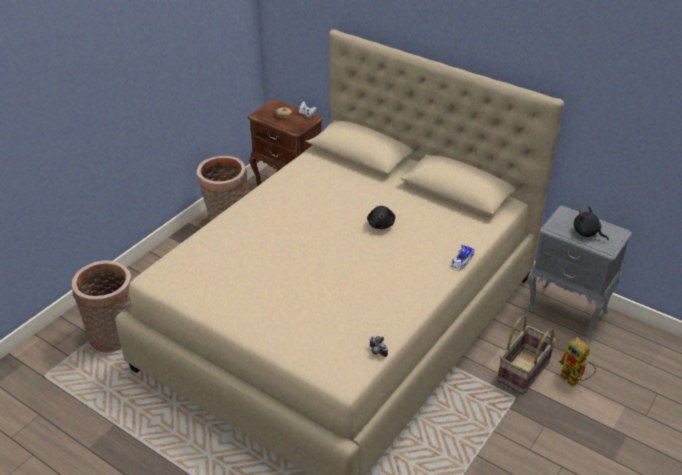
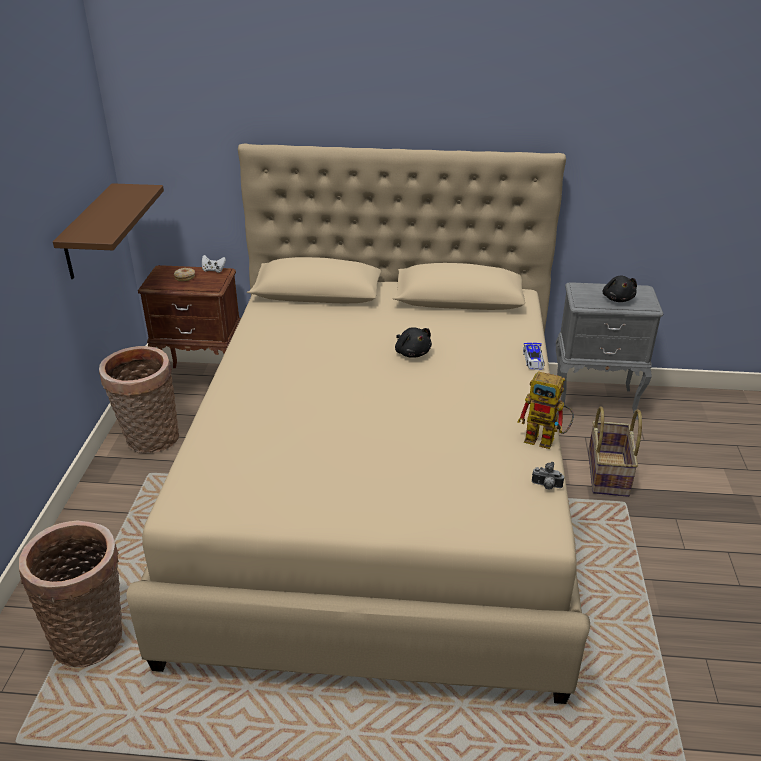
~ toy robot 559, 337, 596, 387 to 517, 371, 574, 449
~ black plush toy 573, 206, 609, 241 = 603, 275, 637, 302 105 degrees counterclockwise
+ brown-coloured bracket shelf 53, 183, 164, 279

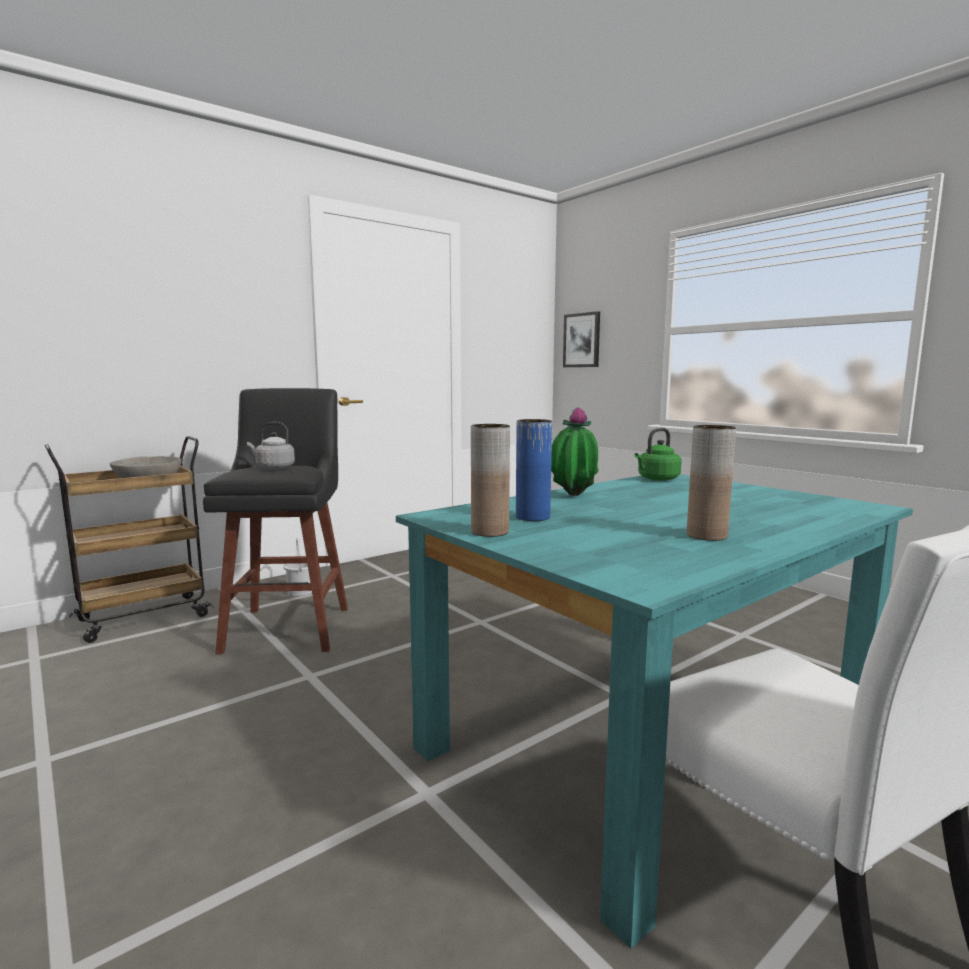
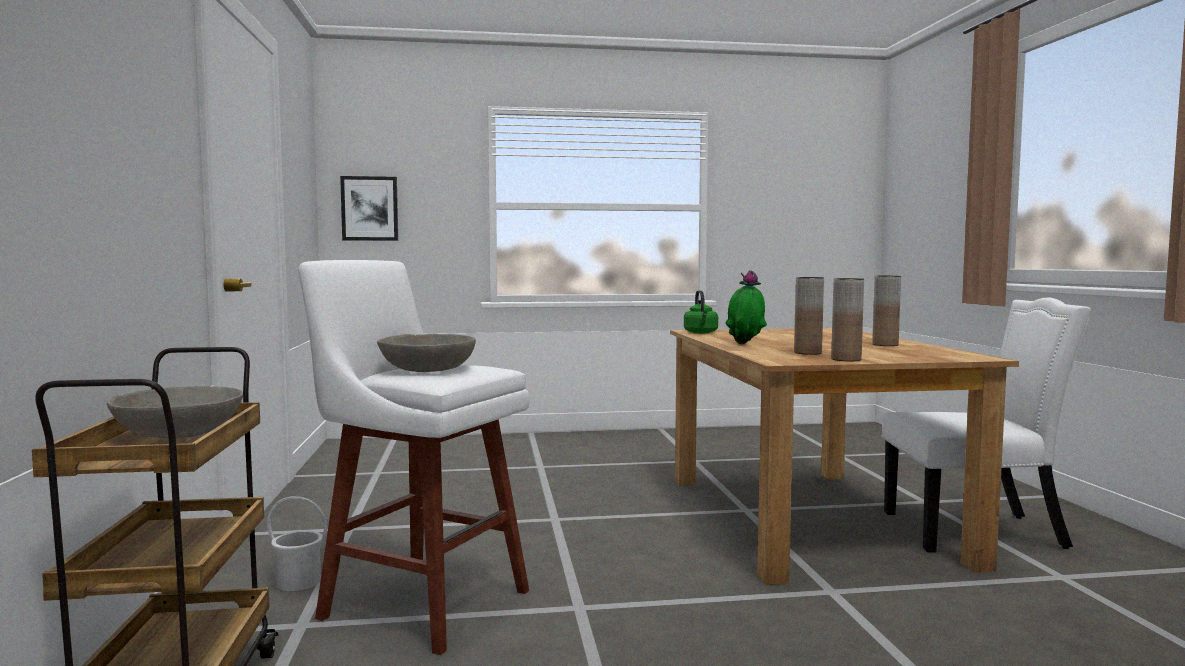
~ black sitting stool 203, 388, 348, 654 to white-coloured sitting stool 298, 260, 529, 655
~ greyish tea kettle 247, 422, 295, 470 to greyish deep dish 377, 334, 476, 372
~ turquoise-coloured dining table 396, 474, 913, 949 to brown-coloured dining table 670, 328, 1019, 585
~ blue vase 516, 419, 552, 521 to brown-coloured vase 794, 277, 824, 355

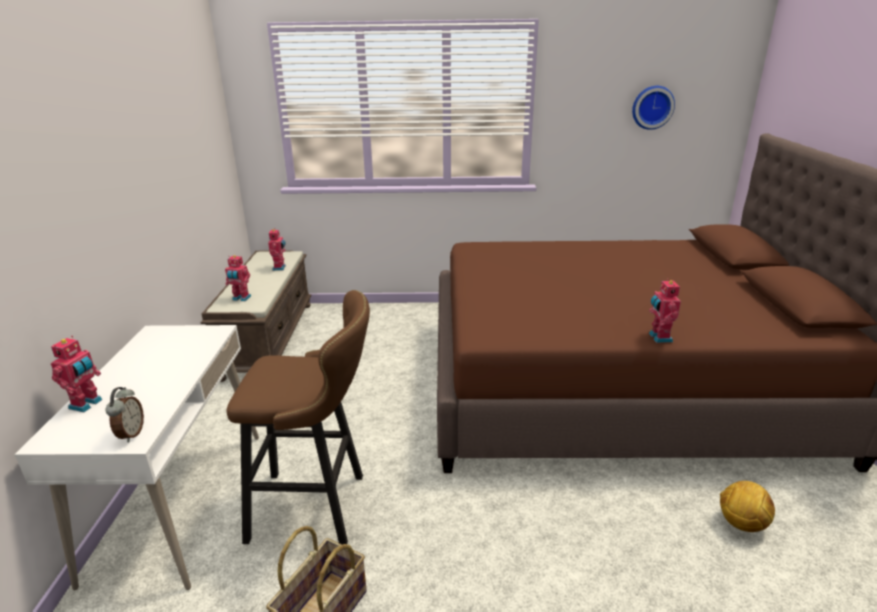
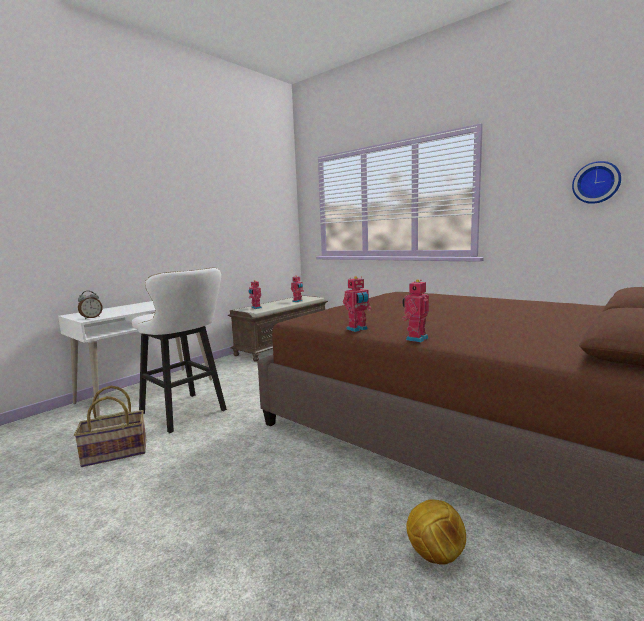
~ toy robot 51, 336, 102, 412 to 343, 276, 371, 332
~ brown-coloured sitting stool 226, 290, 370, 545 to white-coloured sitting stool 132, 268, 227, 433

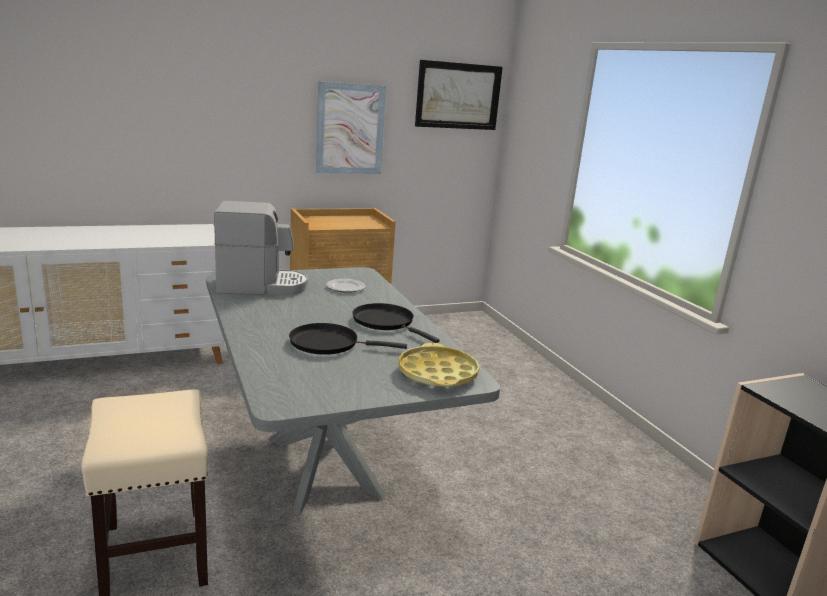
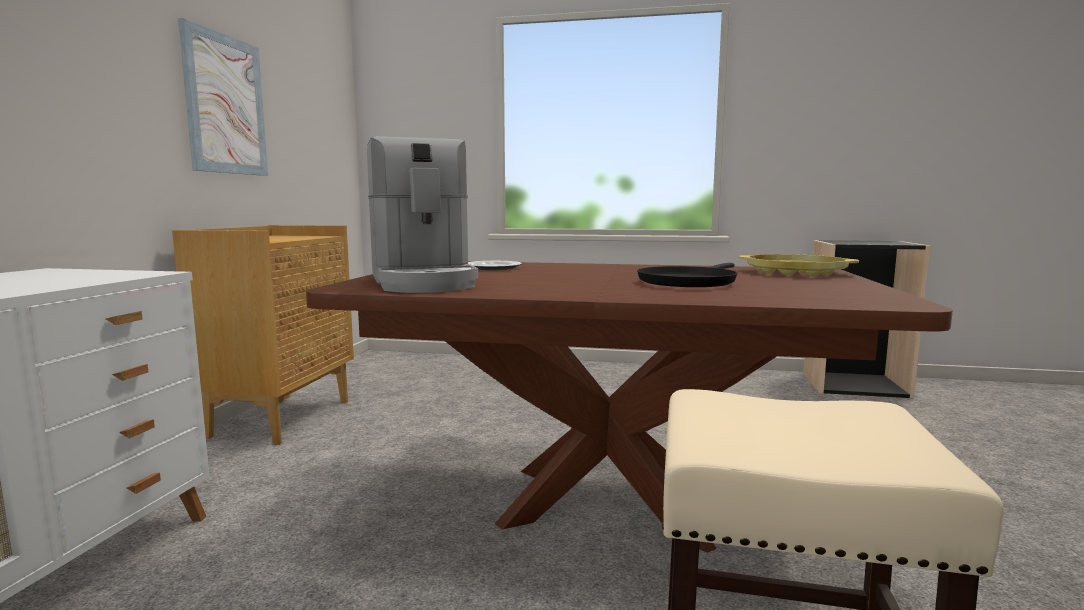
~ greyish dining table 206, 267, 500, 516 to brown-coloured dining table 306, 261, 953, 553
~ coffee maker 214, 200, 308, 296 = 367, 136, 478, 293 135 degrees clockwise
- black skillet 352, 303, 440, 343
- wall art 415, 60, 503, 130

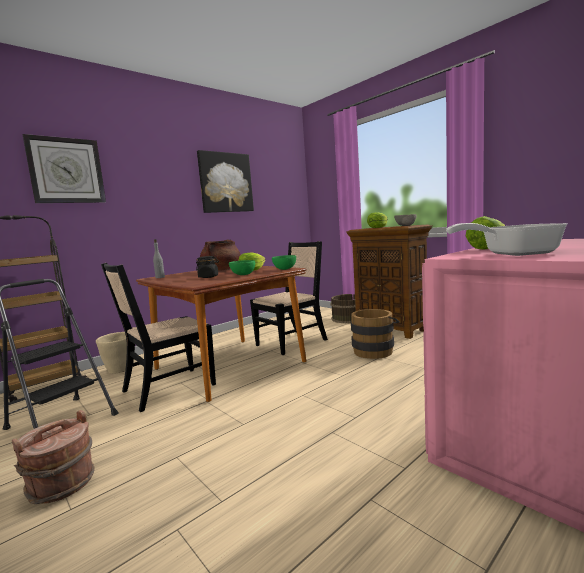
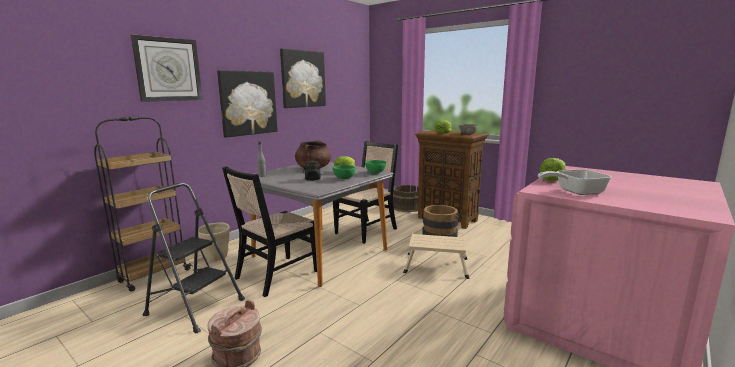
~ brown-coloured dining table 136, 266, 307, 402 to greyish dining table 251, 162, 394, 287
+ wall art 217, 70, 278, 138
+ beige step ladder 403, 234, 470, 279

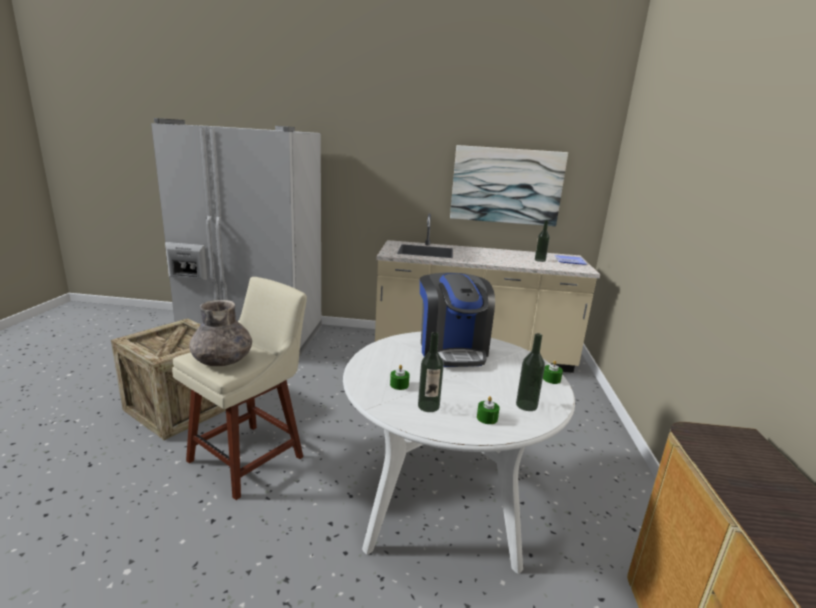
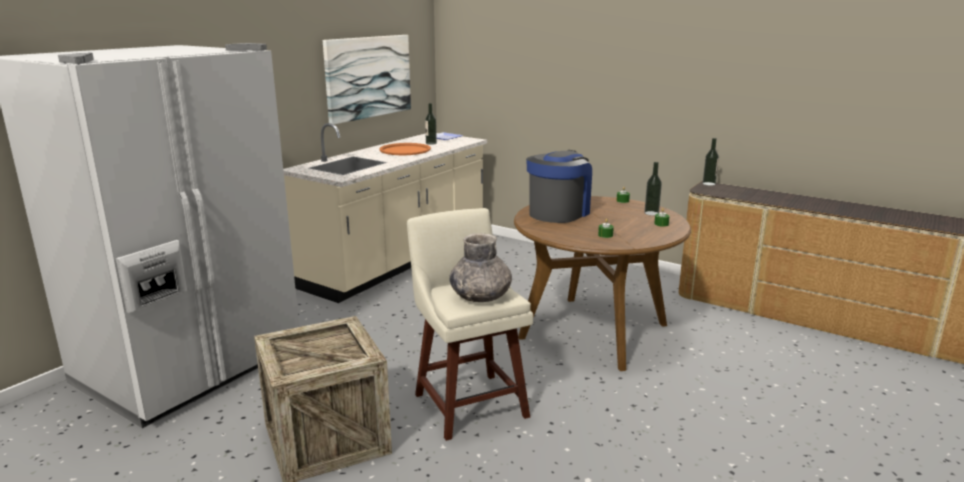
~ white-coloured dining table 343, 332, 575, 574 to brown-coloured dining table 514, 196, 691, 371
~ drink bottle 418, 332, 444, 412 to 703, 138, 719, 186
~ coffee maker 420, 273, 495, 367 = 526, 150, 592, 223 75 degrees counterclockwise
+ orange carrying tray 379, 143, 431, 155

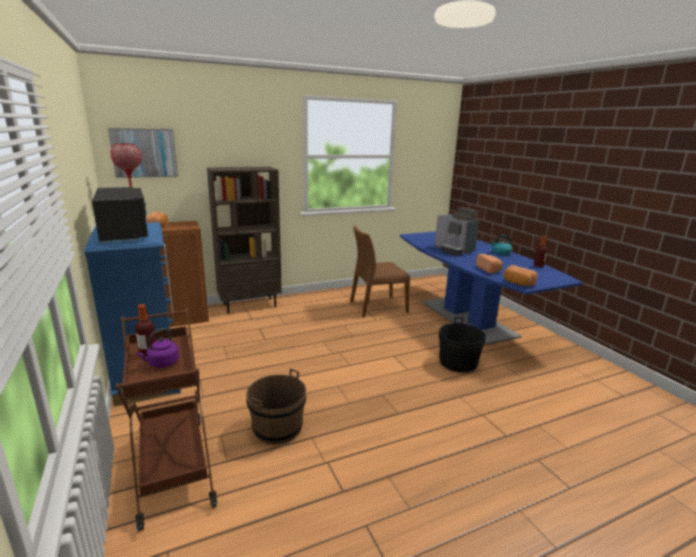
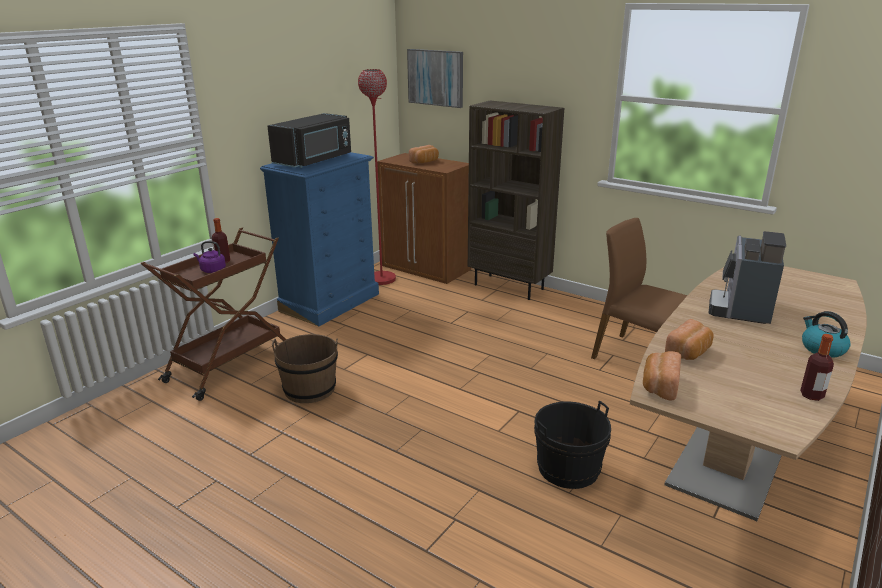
~ blue dining table 400, 232, 583, 345 to brown-coloured dining table 630, 266, 867, 521

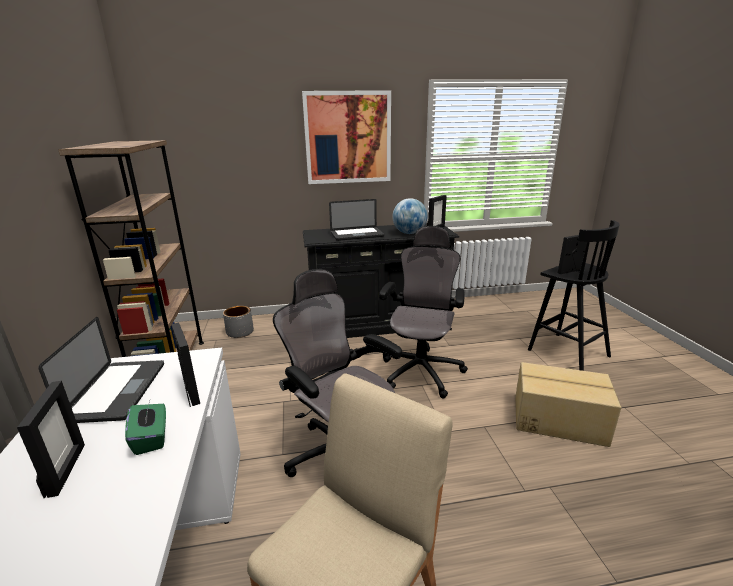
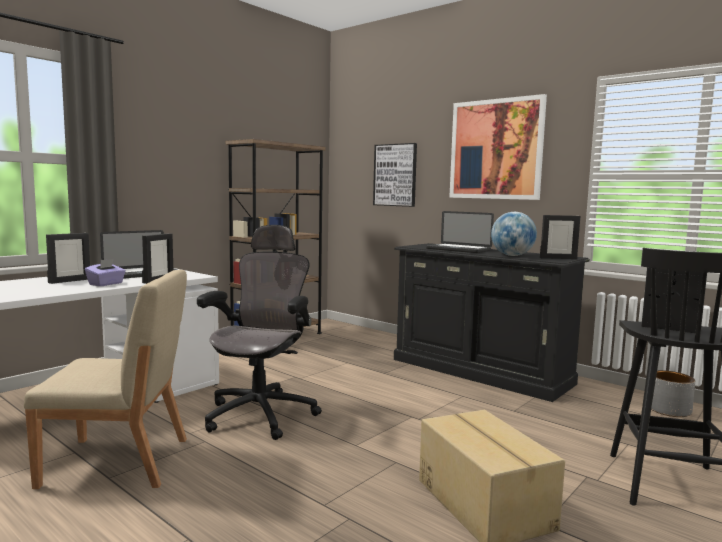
~ green box of tissues 125, 401, 166, 455 to purple-coloured box of tissues 85, 259, 126, 286
~ greyish plant pot 223, 306, 254, 338 to 651, 370, 695, 417
- computer chair 379, 226, 468, 398
+ wall art 373, 143, 417, 207

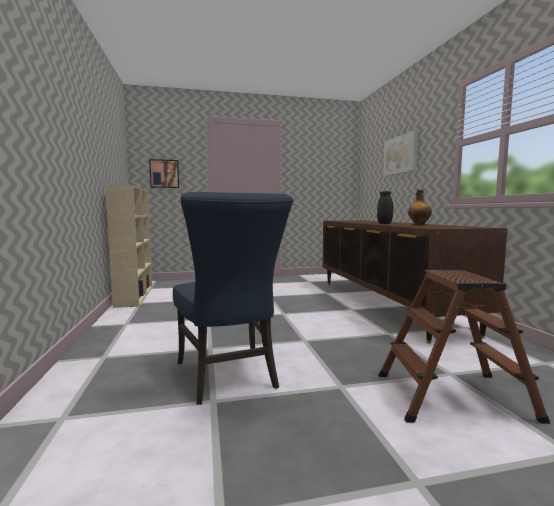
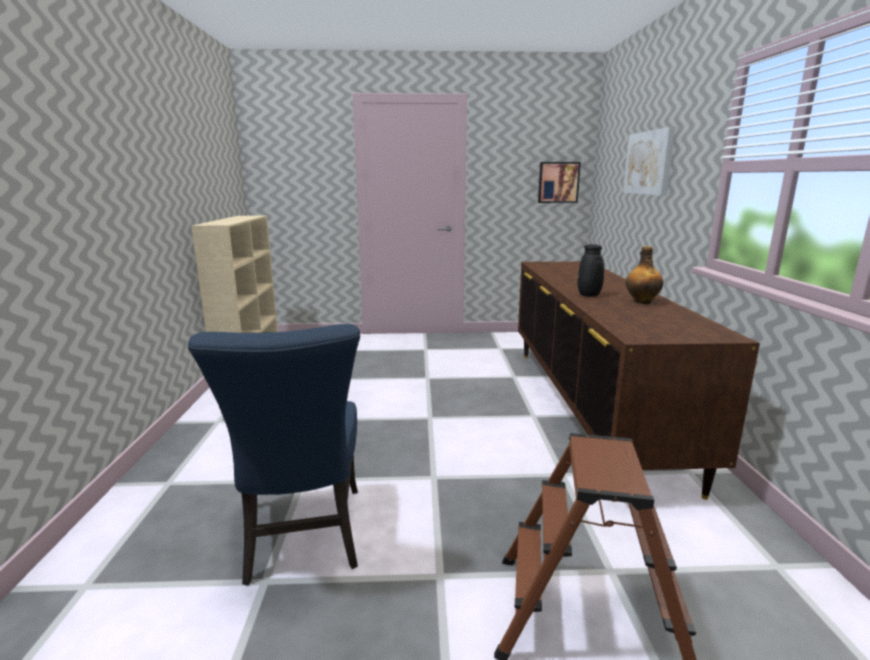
~ wall art 149, 159, 179, 188 to 538, 162, 581, 203

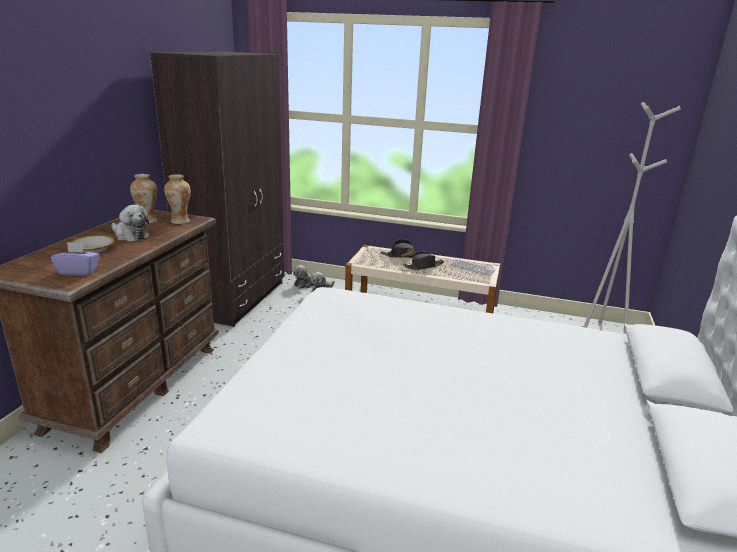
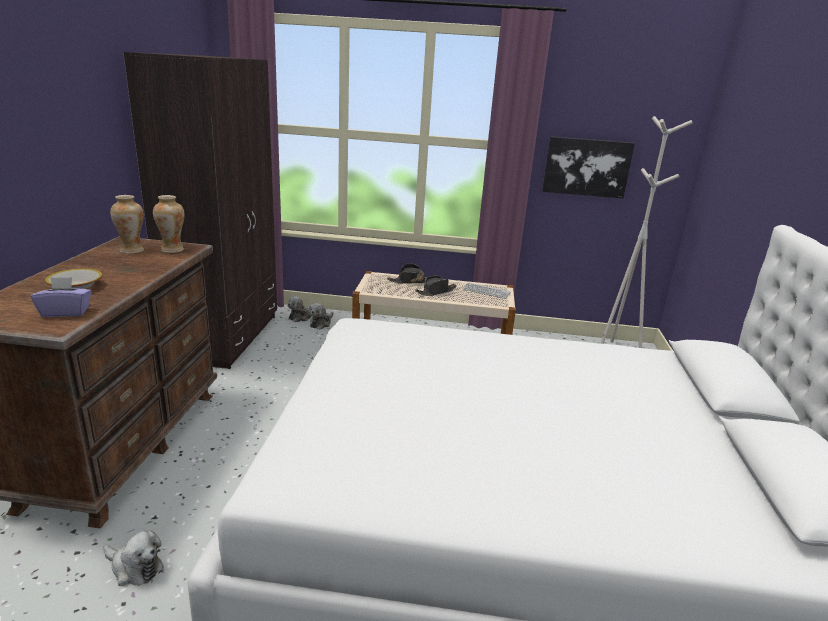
~ plush toy 112, 205, 150, 242 to 103, 530, 164, 586
+ wall art 542, 136, 635, 198

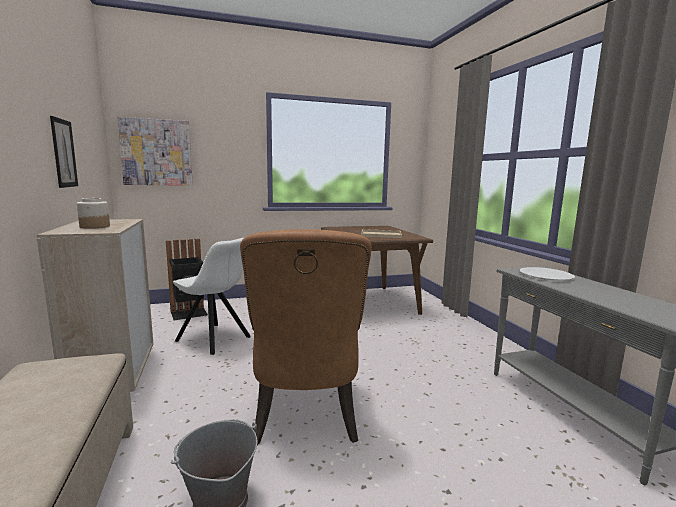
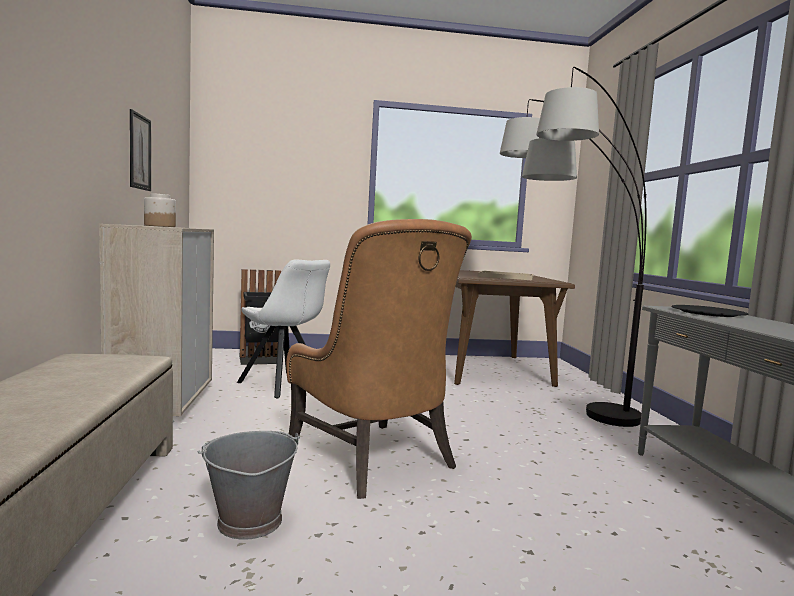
- wall art 117, 117, 193, 186
~ brown-coloured chair 240, 229, 372, 445 = 286, 219, 472, 499 45 degrees counterclockwise
~ white-coloured plate 520, 267, 575, 280 to black plate 672, 305, 748, 317
+ standing lamp 500, 67, 646, 427

